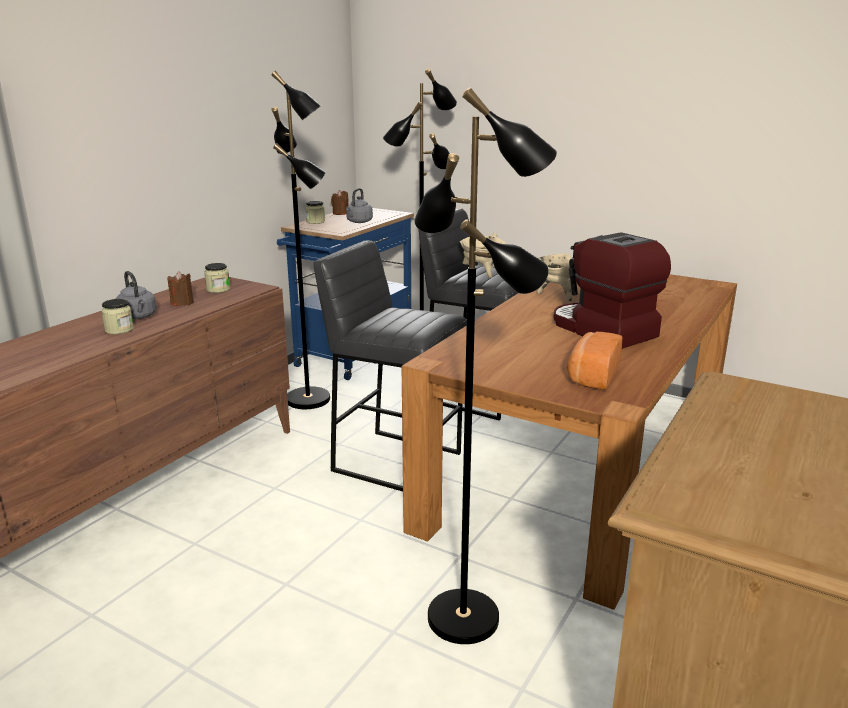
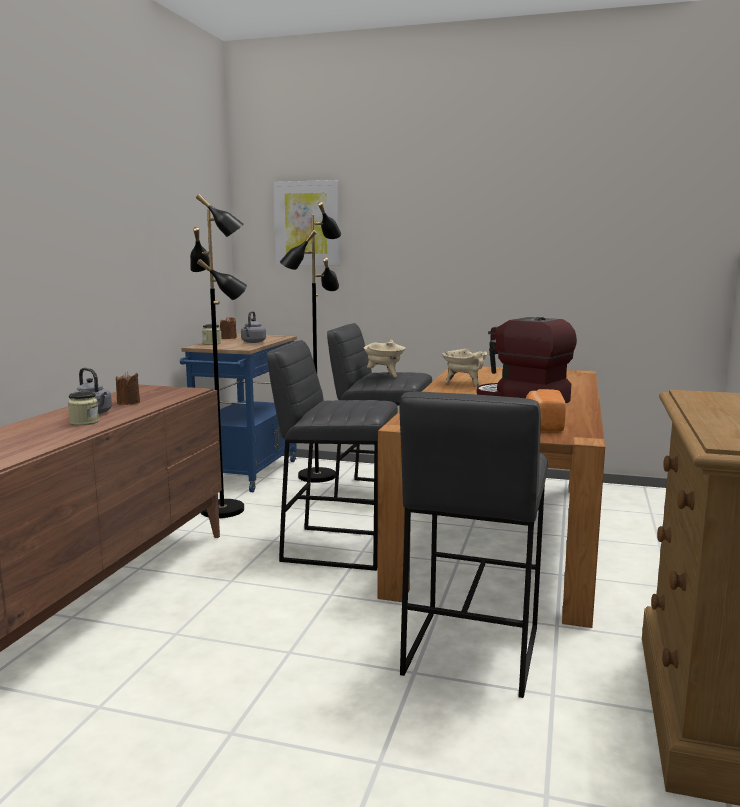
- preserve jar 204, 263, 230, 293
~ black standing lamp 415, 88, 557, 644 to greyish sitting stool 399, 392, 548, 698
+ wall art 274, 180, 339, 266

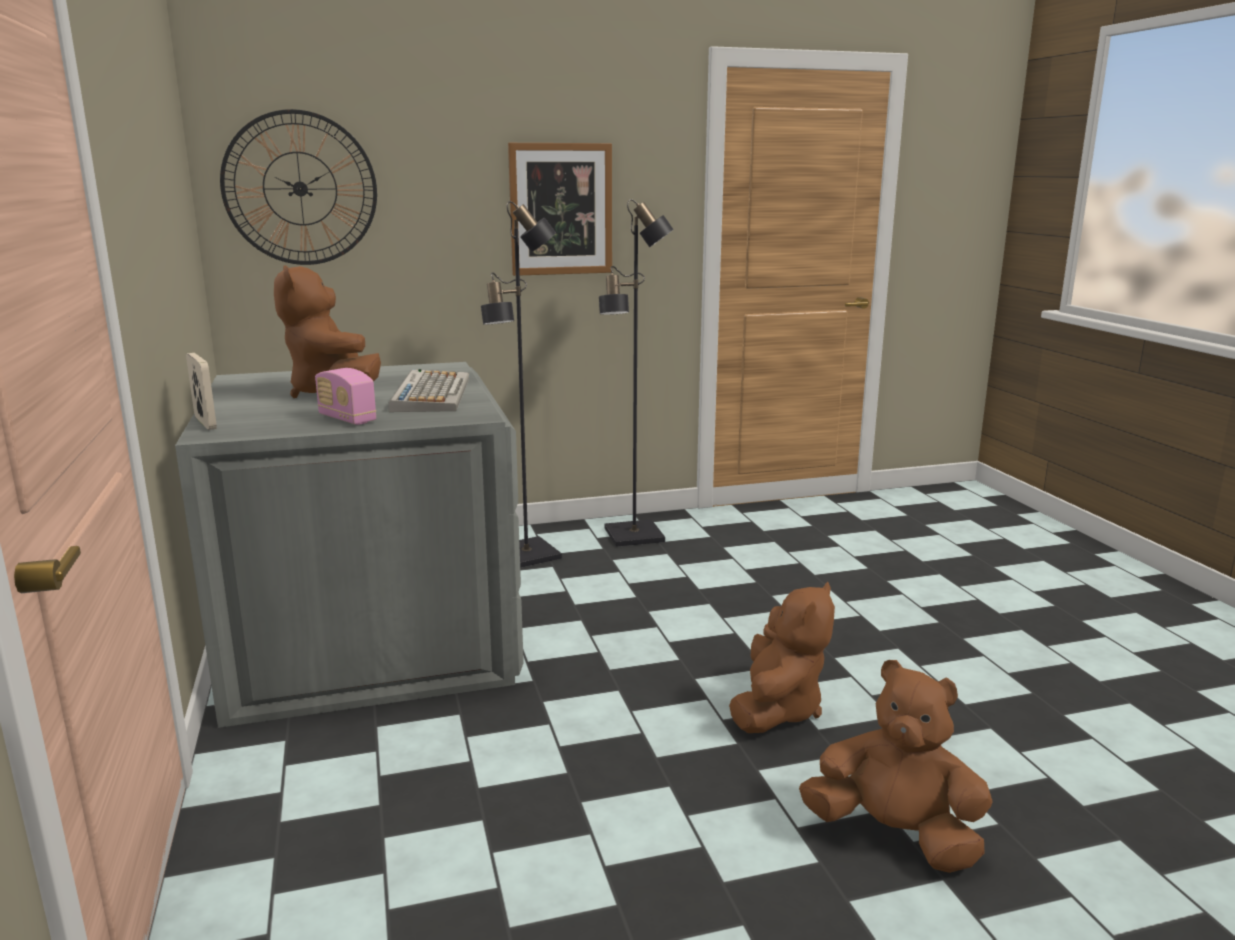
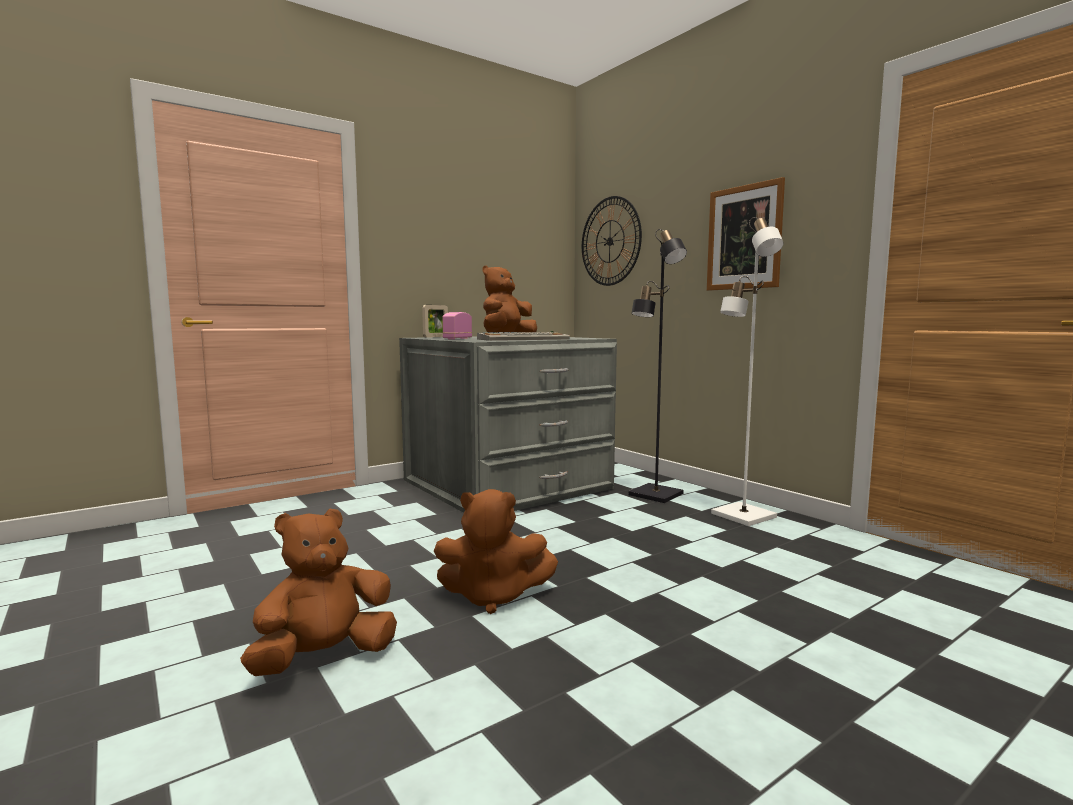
~ black standing lamp 599, 199, 674, 547 to white-coloured standing lamp 711, 217, 783, 526
~ brown-coloured plush toy 799, 660, 993, 873 = 240, 509, 397, 676 135 degrees counterclockwise

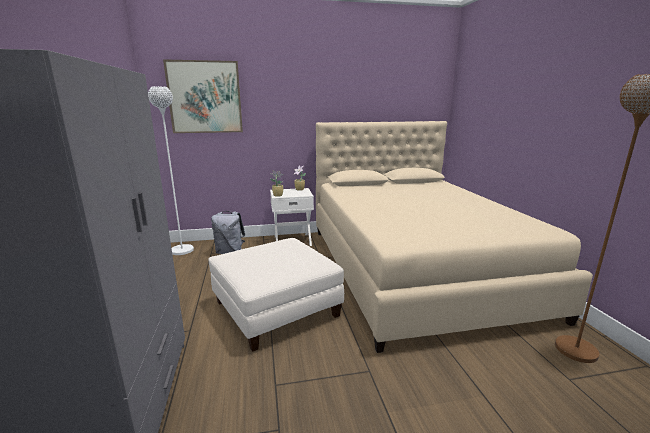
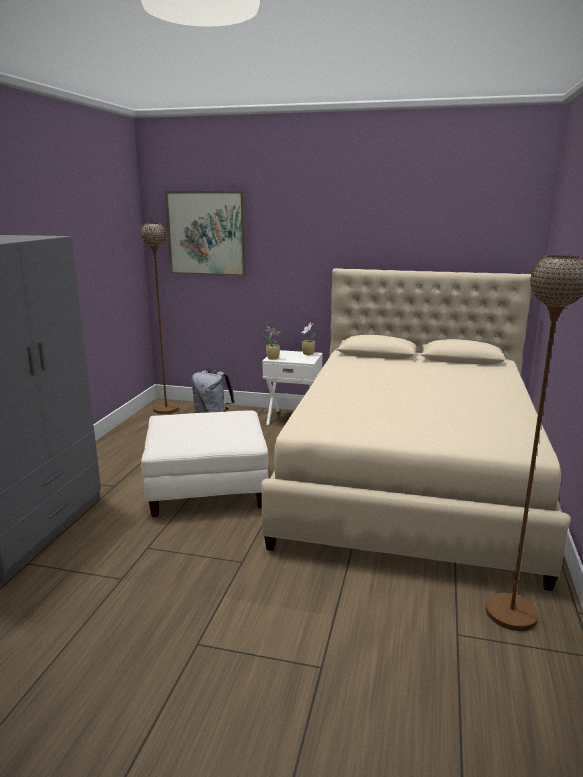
~ white-coloured standing lamp 148, 86, 194, 255 to brown-coloured standing lamp 141, 223, 179, 414

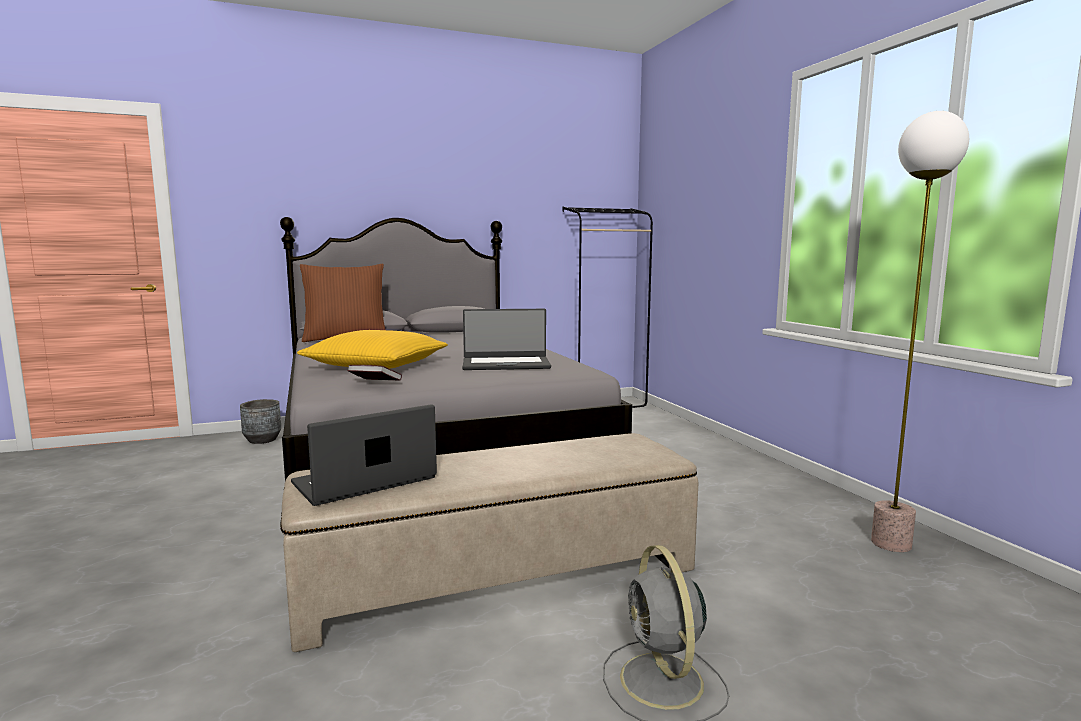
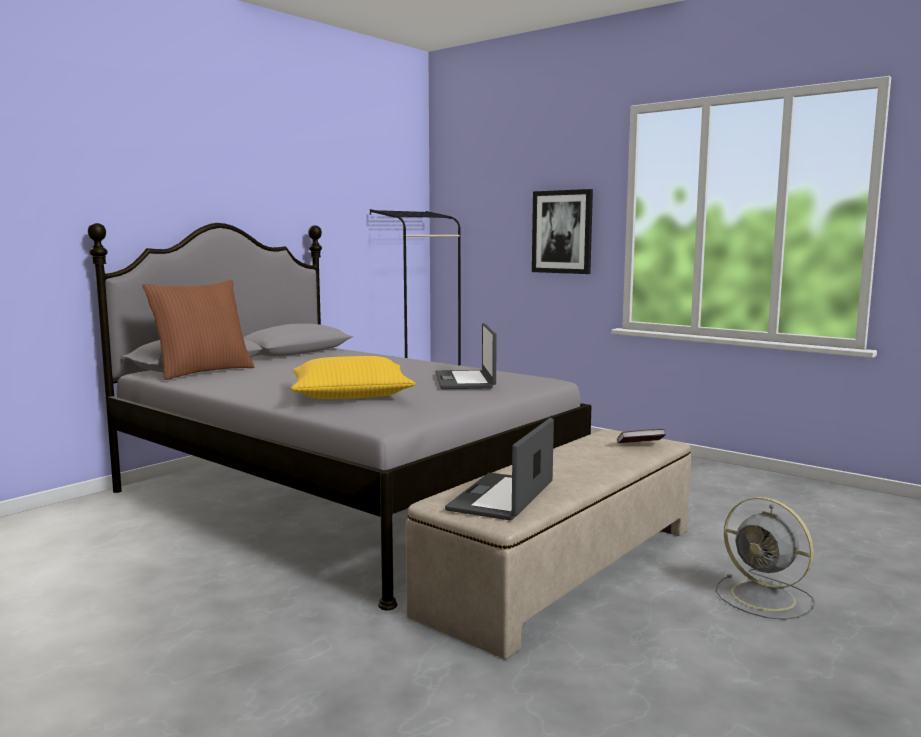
- greyish plant pot 240, 399, 281, 444
~ bound book 347, 365, 402, 381 to 617, 429, 666, 443
~ laptop 463, 309, 551, 370 = 435, 323, 497, 389 120 degrees clockwise
- standing lamp 871, 111, 969, 552
+ wall art 532, 189, 593, 274

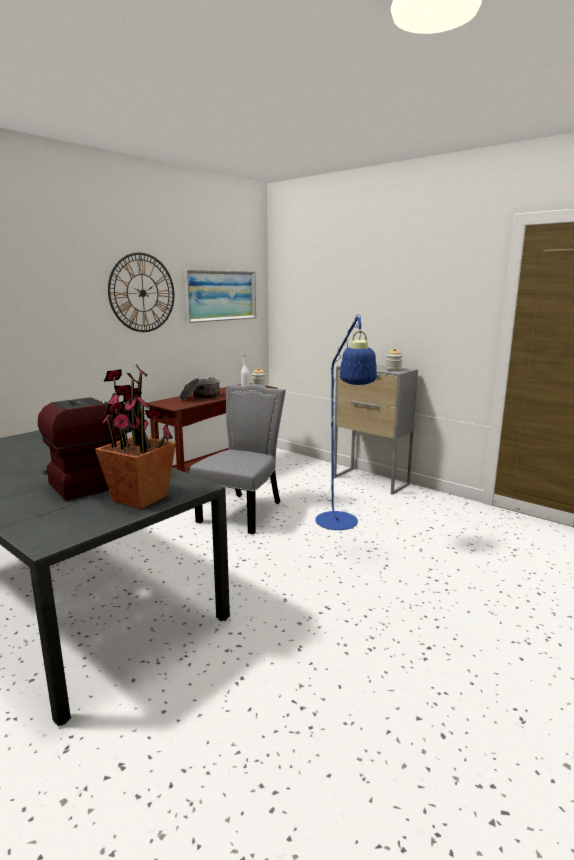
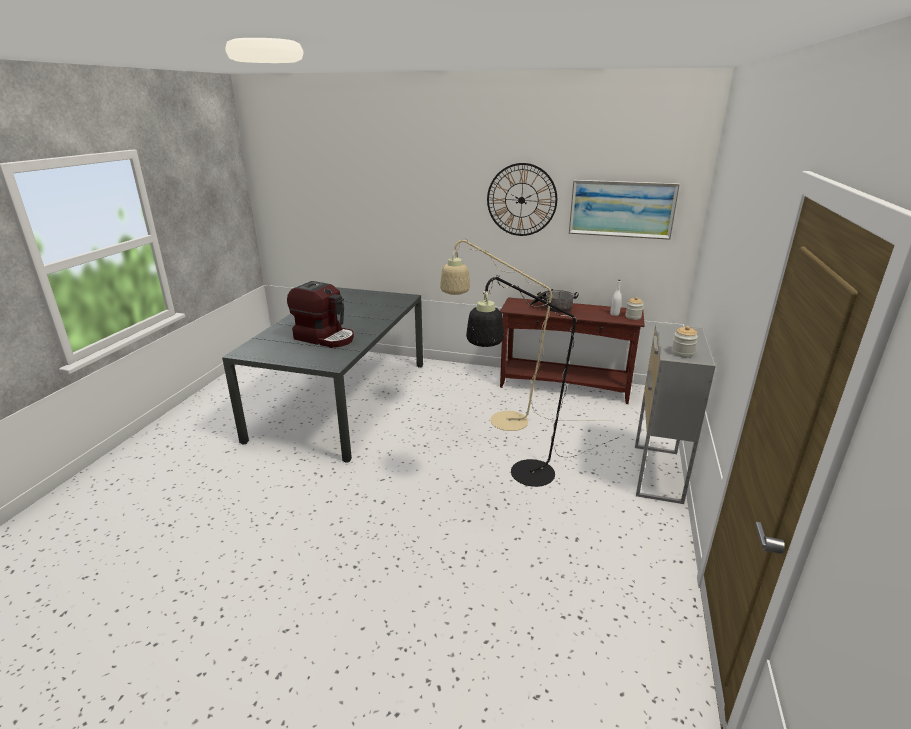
- plant in a pot 95, 364, 176, 509
~ greyish chair 190, 384, 286, 534 to beige standing lamp 440, 238, 587, 431
~ blue standing lamp 316, 314, 377, 530 to black standing lamp 466, 275, 619, 487

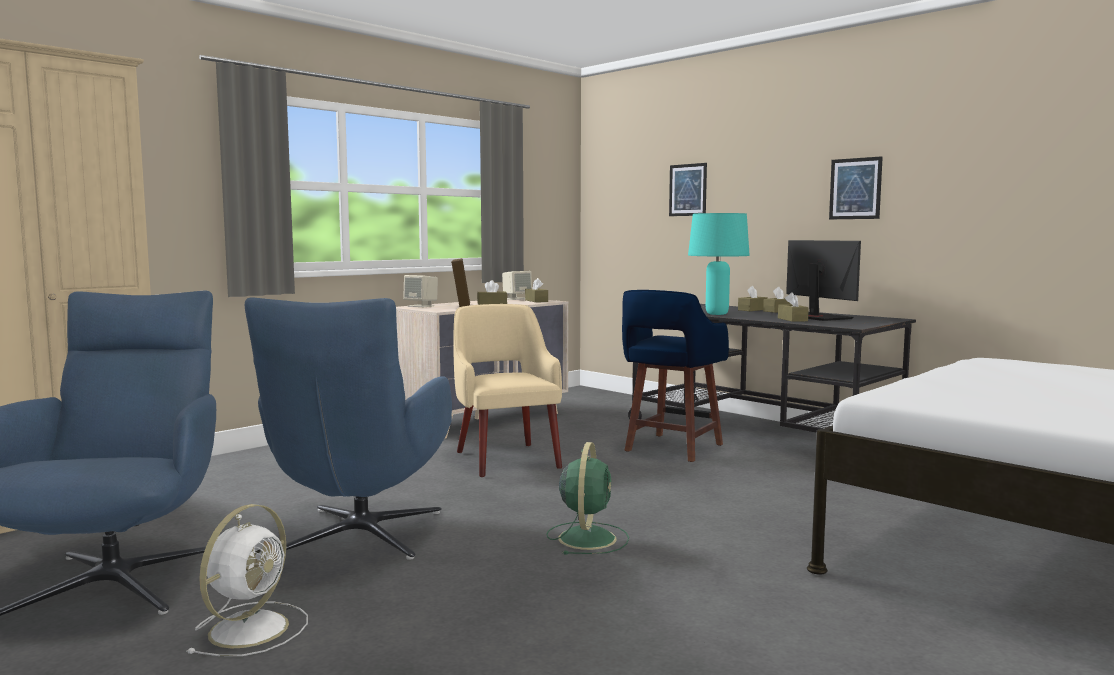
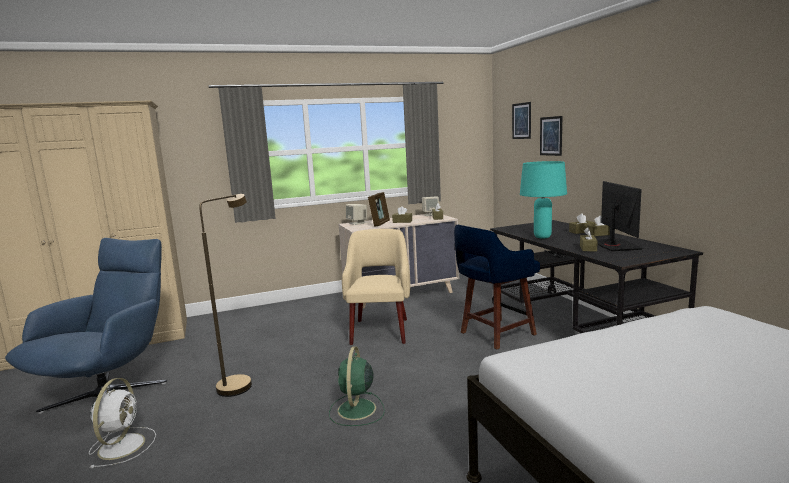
~ white-coloured electric fan 186, 504, 308, 656 = 89, 378, 156, 468 45 degrees counterclockwise
~ blue easy chair 245, 298, 452, 560 to brown-coloured standing lamp 199, 194, 252, 397
~ green electric fan 546, 442, 629, 555 = 329, 346, 385, 426 150 degrees clockwise
~ wall art 829, 156, 883, 219 to 512, 102, 531, 139

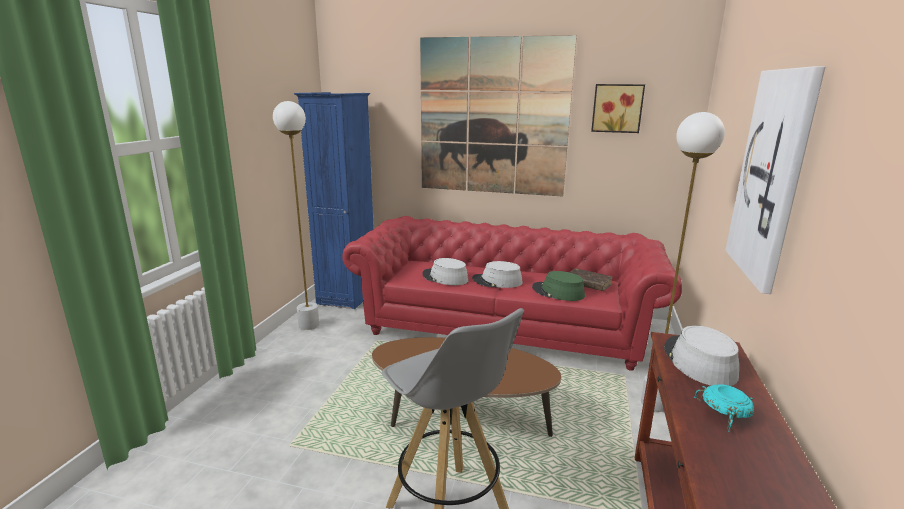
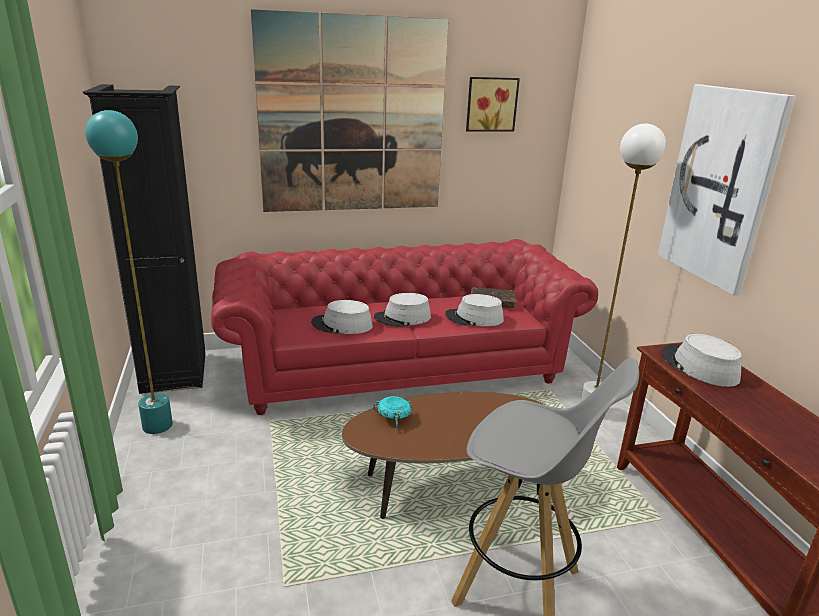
~ white-coloured standing lamp 273, 101, 319, 330 to turquoise-coloured standing lamp 85, 110, 173, 434
~ blue storage cabinet 294, 92, 374, 309 to black storage cabinet 83, 84, 205, 394
~ green hat 532, 271, 585, 301 to greyish hat 445, 294, 504, 326
~ turquoise-coloured deep dish 694, 385, 754, 432 to 373, 396, 412, 430

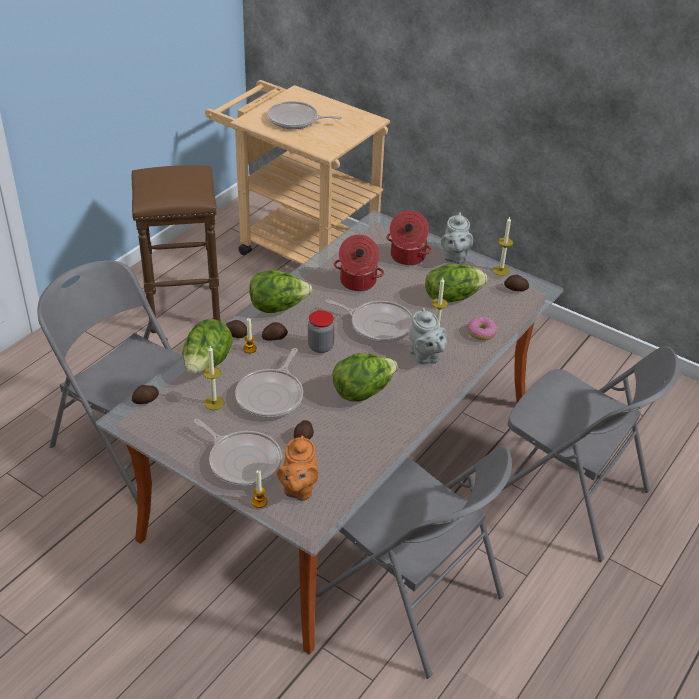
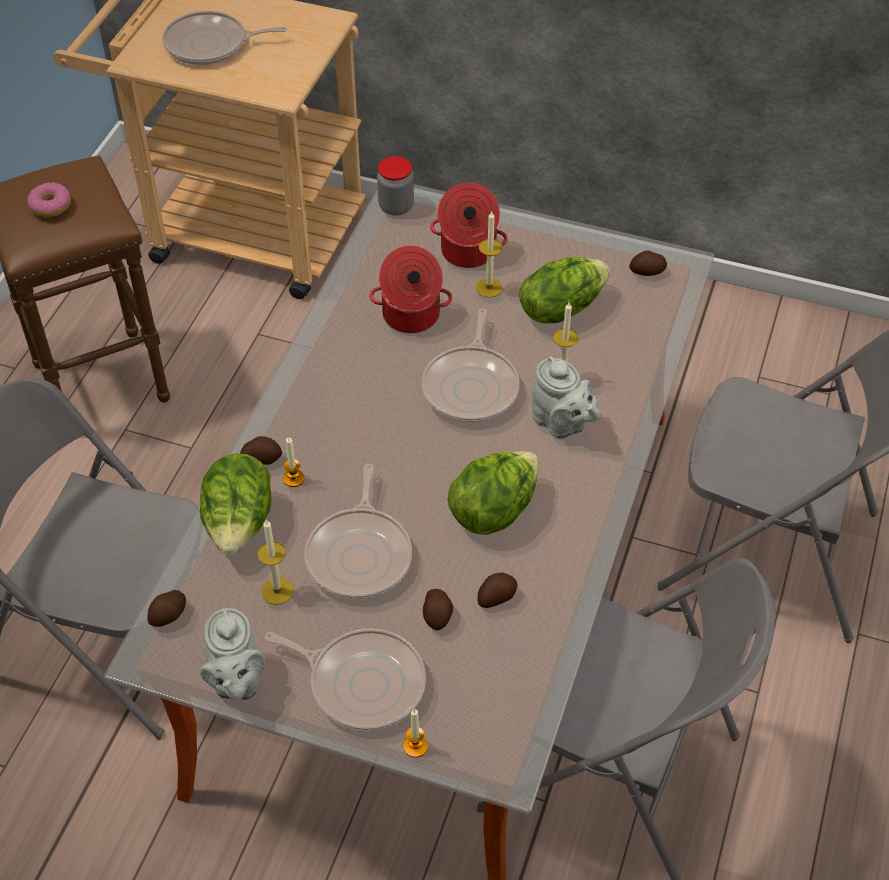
- lettuce head 249, 270, 312, 313
~ potato 262, 322, 288, 341 to 477, 573, 518, 608
- orange teapot 277, 435, 319, 501
~ preserve jar 308, 310, 335, 353 to 377, 156, 414, 216
~ skillet 325, 299, 413, 343 = 422, 309, 519, 423 90 degrees clockwise
~ greyish teapot 441, 212, 473, 264 to 200, 608, 265, 700
~ doughnut 467, 317, 497, 340 to 27, 182, 71, 217
~ wax light 493, 217, 513, 276 to 476, 212, 503, 298

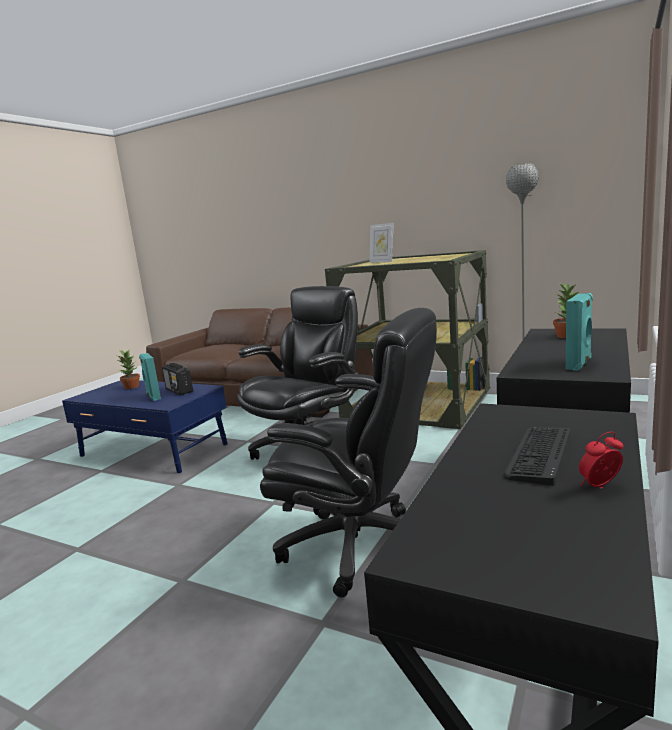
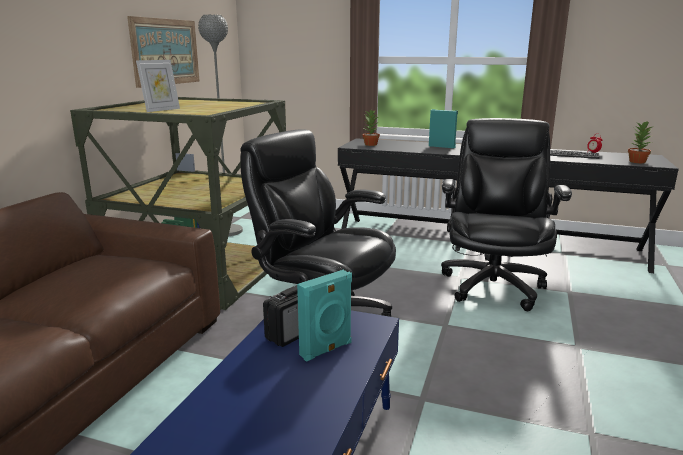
~ plant in a pot 118, 350, 140, 389 to 628, 121, 654, 163
+ wall art 127, 16, 200, 88

